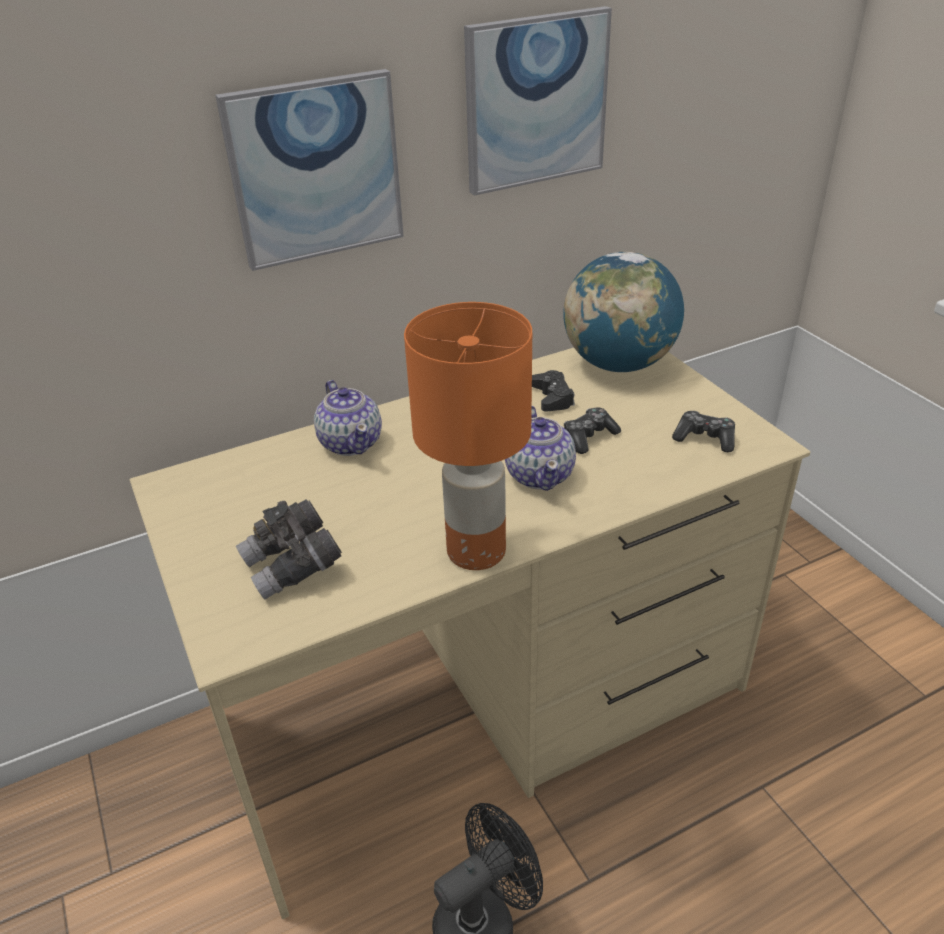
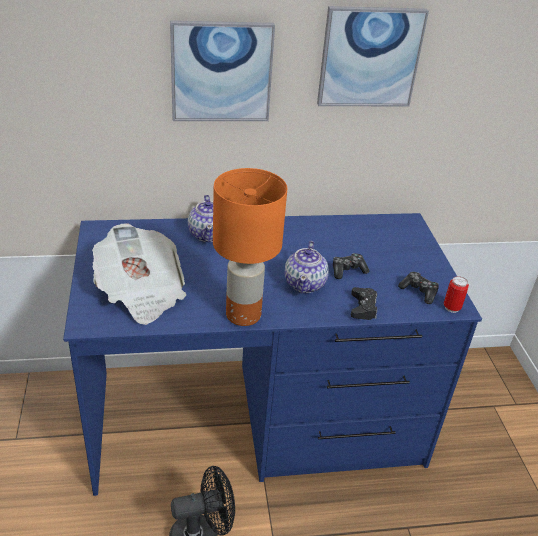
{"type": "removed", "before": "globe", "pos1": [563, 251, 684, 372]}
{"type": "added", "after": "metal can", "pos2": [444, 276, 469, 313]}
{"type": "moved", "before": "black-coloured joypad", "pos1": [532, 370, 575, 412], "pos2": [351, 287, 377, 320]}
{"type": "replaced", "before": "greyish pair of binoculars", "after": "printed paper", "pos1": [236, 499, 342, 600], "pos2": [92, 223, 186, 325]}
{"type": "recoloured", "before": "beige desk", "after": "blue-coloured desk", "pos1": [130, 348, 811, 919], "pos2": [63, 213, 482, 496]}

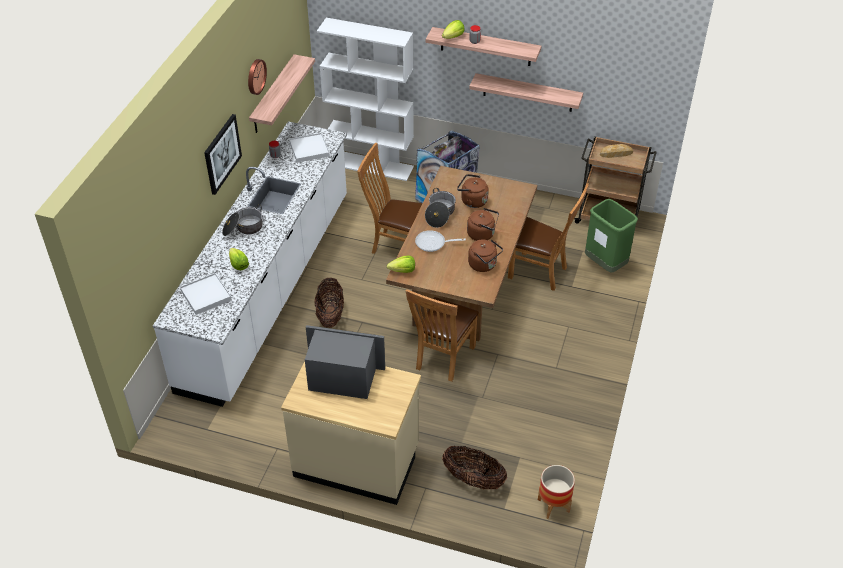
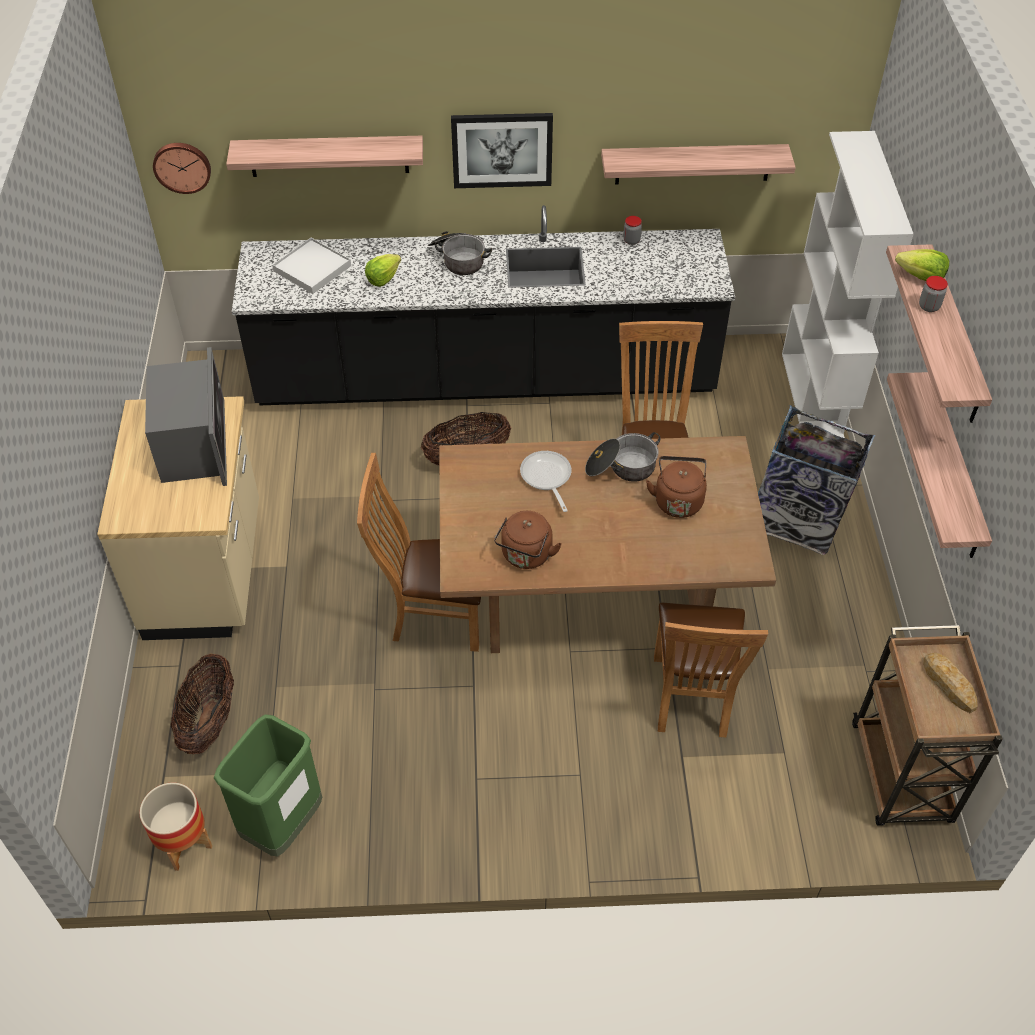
{"type": "removed", "before": "white tray", "pos1": [289, 133, 330, 163]}
{"type": "removed", "before": "lettuce", "pos1": [387, 255, 415, 273]}
{"type": "removed", "before": "brown water kettle", "pos1": [467, 208, 499, 241]}
{"type": "added", "after": "wall shelf", "pos2": [226, 136, 423, 177]}
{"type": "moved", "before": "hanging clock", "pos1": [248, 59, 267, 95], "pos2": [153, 143, 211, 194]}
{"type": "moved", "before": "greenish trash can", "pos1": [585, 199, 638, 273], "pos2": [214, 714, 322, 856]}
{"type": "recoloured", "before": "white kitchen base unit", "after": "black-coloured kitchen base unit", "pos1": [153, 121, 347, 407], "pos2": [232, 205, 735, 405]}

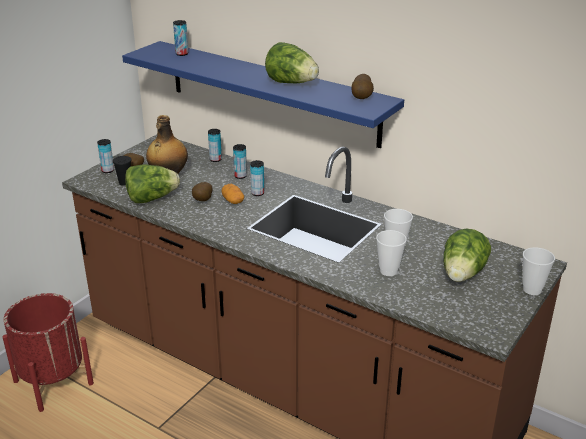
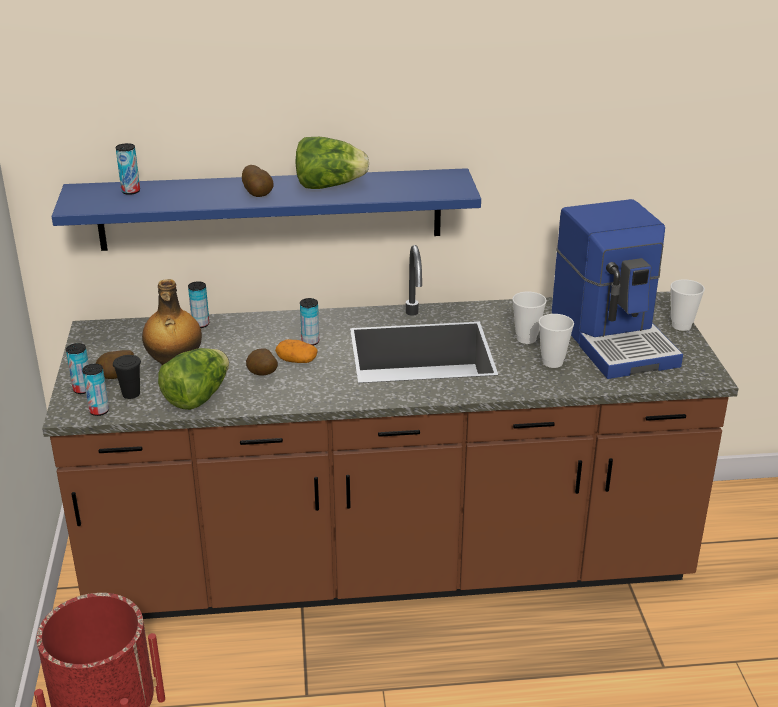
{"type": "moved", "before": "metal can", "pos1": [233, 144, 247, 179], "pos2": [82, 364, 109, 416]}
{"type": "moved", "before": "potato", "pos1": [351, 74, 374, 99], "pos2": [242, 165, 274, 197]}
{"type": "replaced", "before": "lettuce", "after": "coffee machine", "pos1": [443, 229, 491, 282], "pos2": [552, 199, 683, 379]}

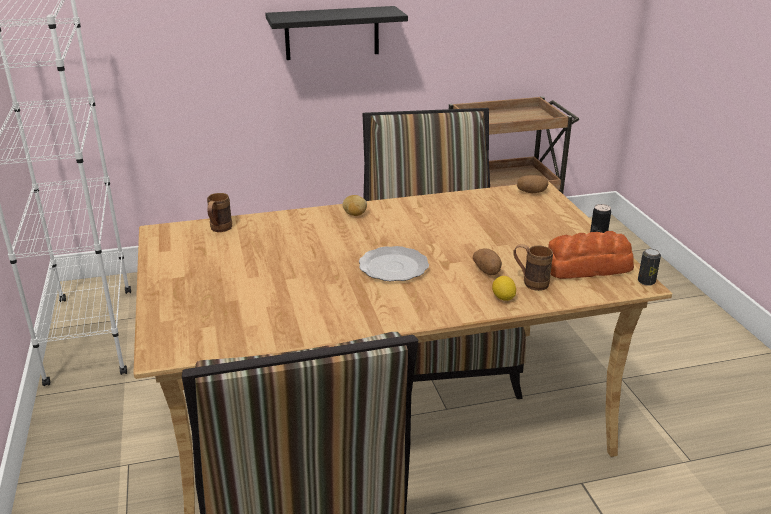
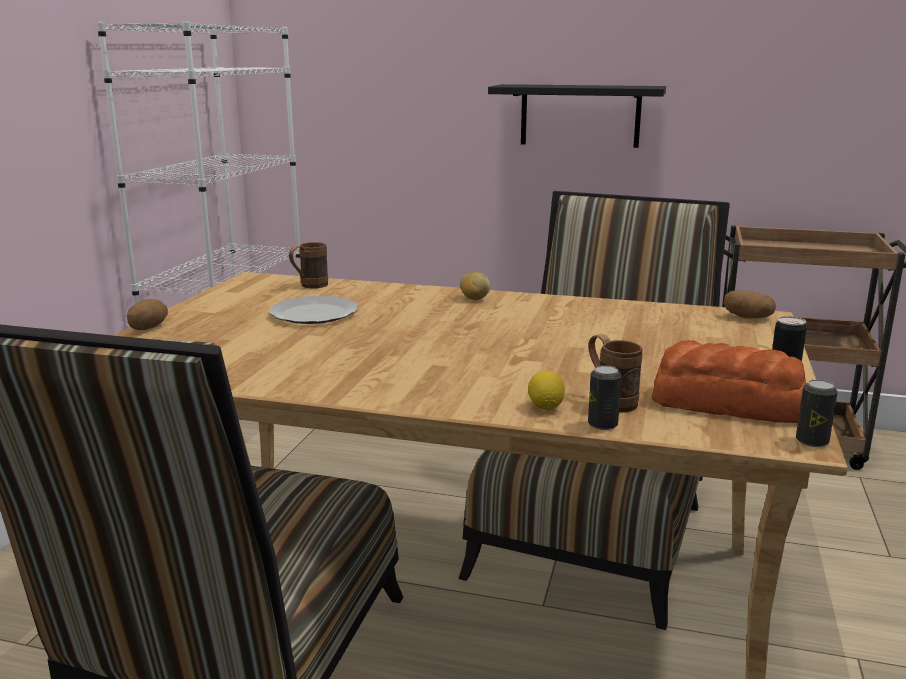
{"type": "added", "after": "metal can", "pos2": [588, 365, 622, 430]}
{"type": "moved", "before": "plate", "pos1": [359, 246, 429, 281], "pos2": [269, 296, 358, 324]}
{"type": "moved", "before": "potato", "pos1": [473, 248, 502, 275], "pos2": [127, 299, 168, 330]}

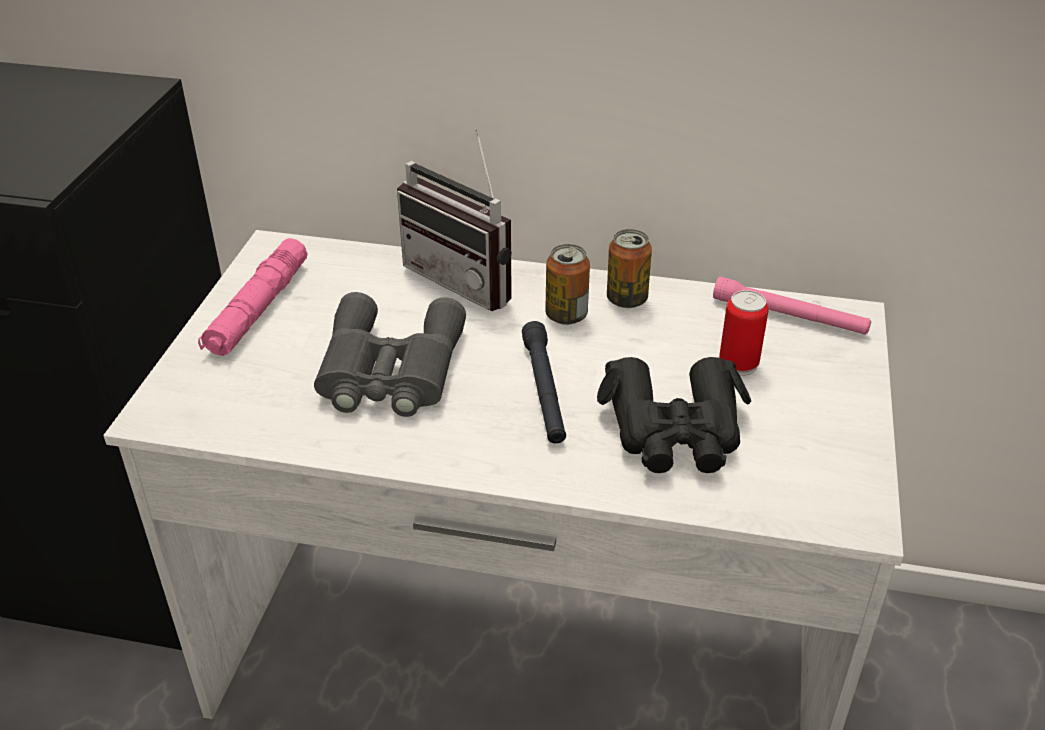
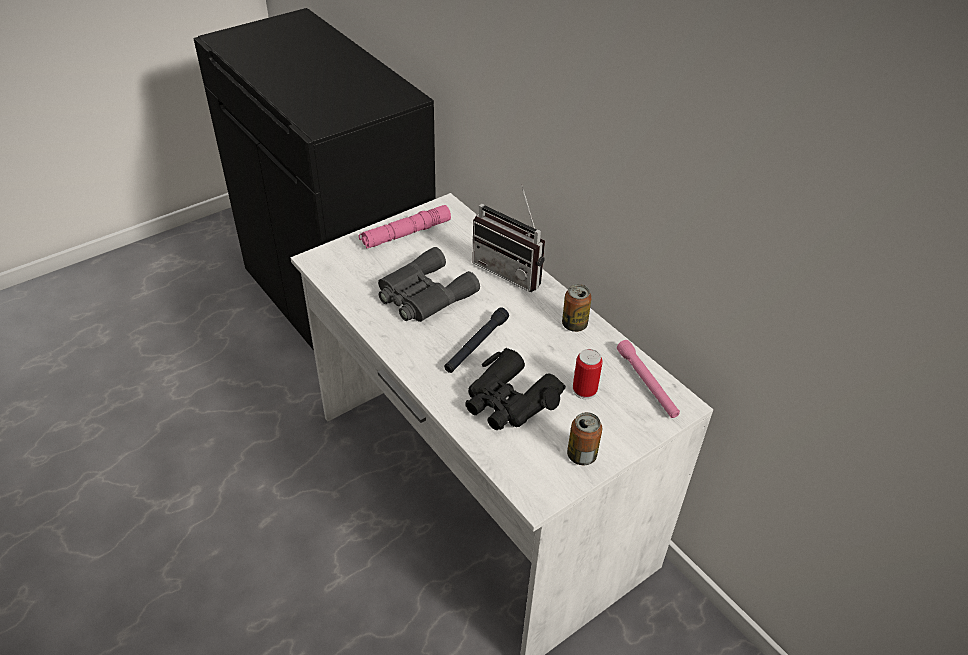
{"type": "moved", "before": "metal can", "pos1": [545, 244, 590, 325], "pos2": [567, 412, 602, 465]}
{"type": "turned", "before": "radio", "pos1": [397, 128, 512, 311], "pos2": [472, 185, 545, 292], "turn": -45}

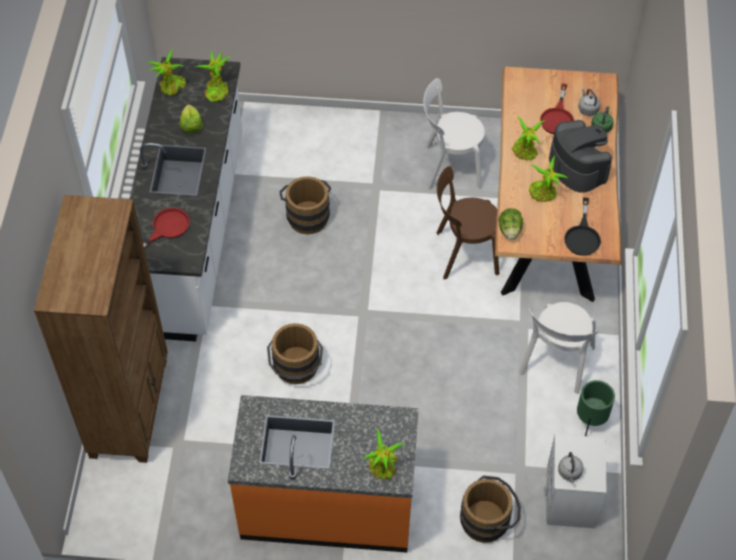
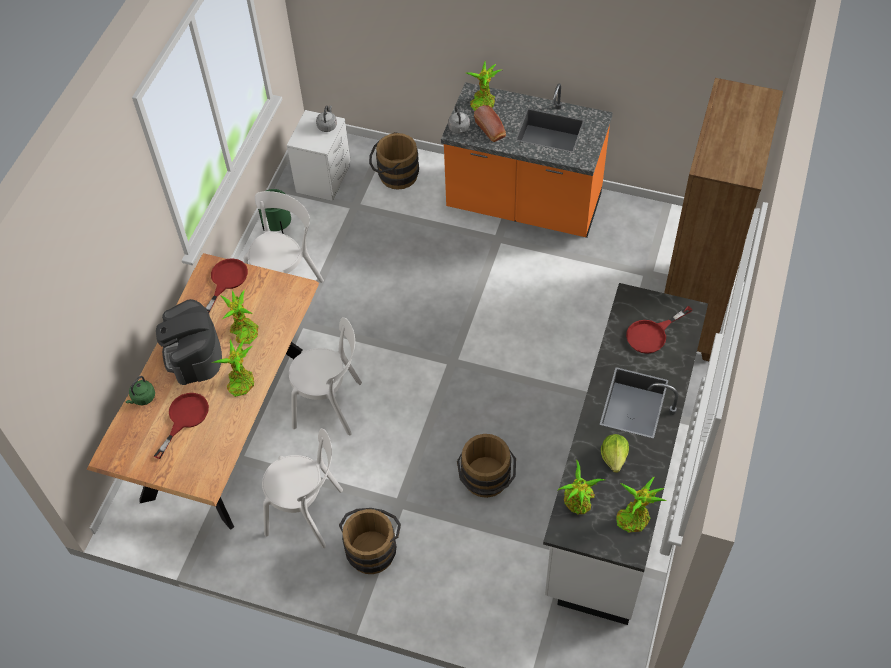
{"type": "removed", "before": "lettuce", "pos1": [499, 208, 523, 240]}
{"type": "added", "after": "baked bread", "pos2": [474, 105, 506, 142]}
{"type": "moved", "before": "brown water bucket", "pos1": [267, 323, 323, 384], "pos2": [339, 508, 401, 574]}
{"type": "moved", "before": "greyish water kettle", "pos1": [578, 89, 600, 116], "pos2": [448, 106, 470, 134]}
{"type": "recoloured", "before": "brown plain chair", "after": "white plain chair", "pos1": [436, 166, 499, 280], "pos2": [289, 317, 362, 436]}
{"type": "recoloured", "before": "black-coloured skillet", "after": "red-coloured skillet", "pos1": [564, 198, 601, 256], "pos2": [206, 258, 248, 313]}

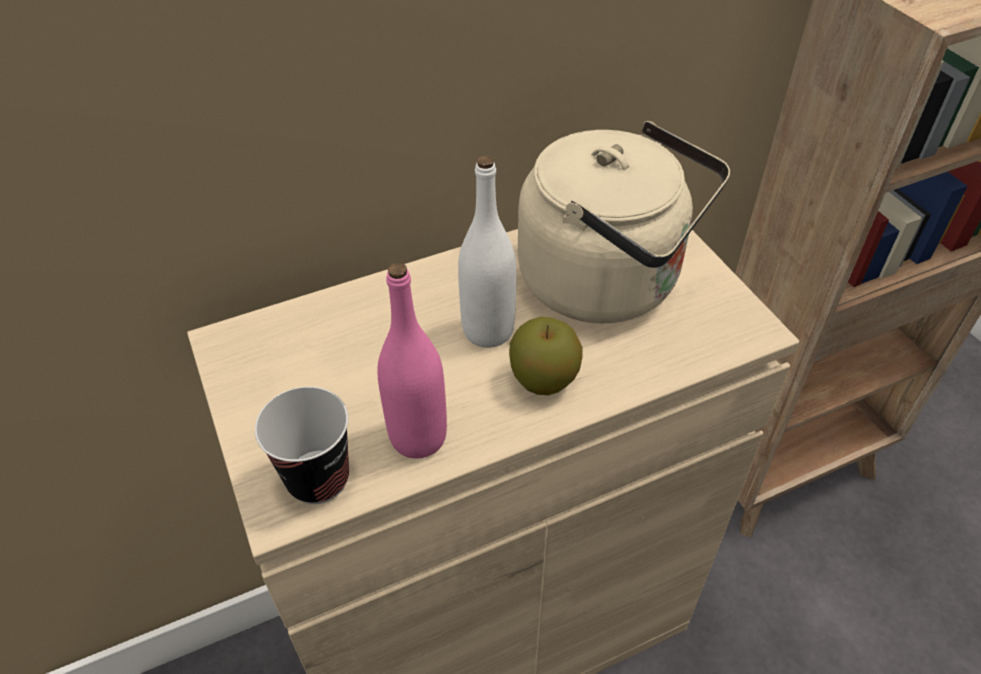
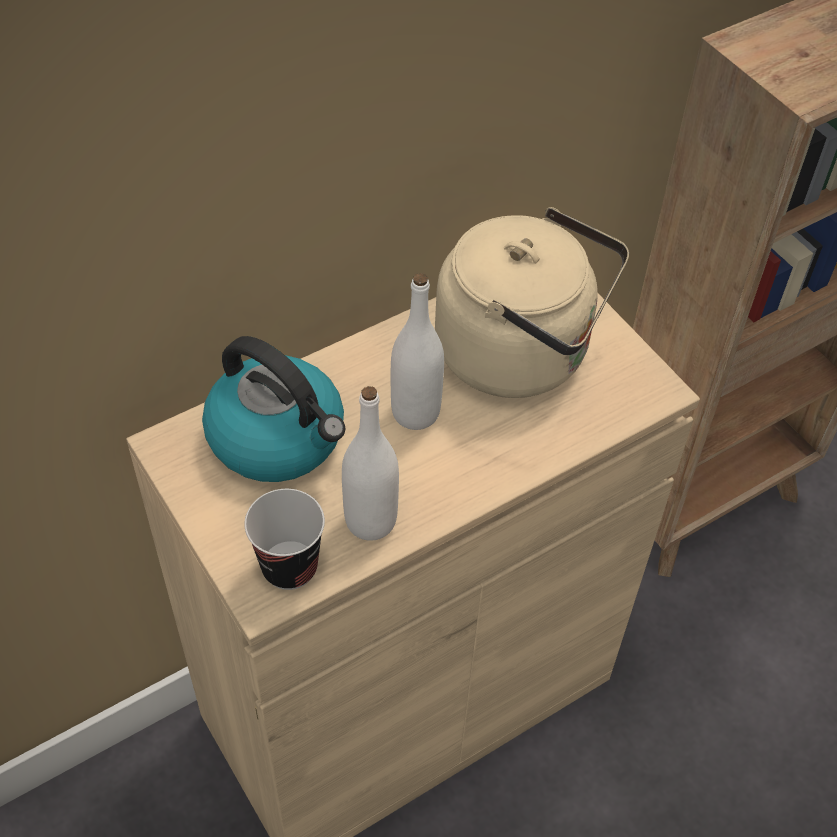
{"type": "removed", "before": "whole apple", "pos1": [509, 317, 583, 395]}
{"type": "added", "after": "water kettle", "pos2": [202, 336, 345, 482]}
{"type": "recoloured", "before": "pink-coloured beverage bottle", "after": "white beverage bottle", "pos1": [377, 263, 447, 459], "pos2": [342, 386, 399, 541]}

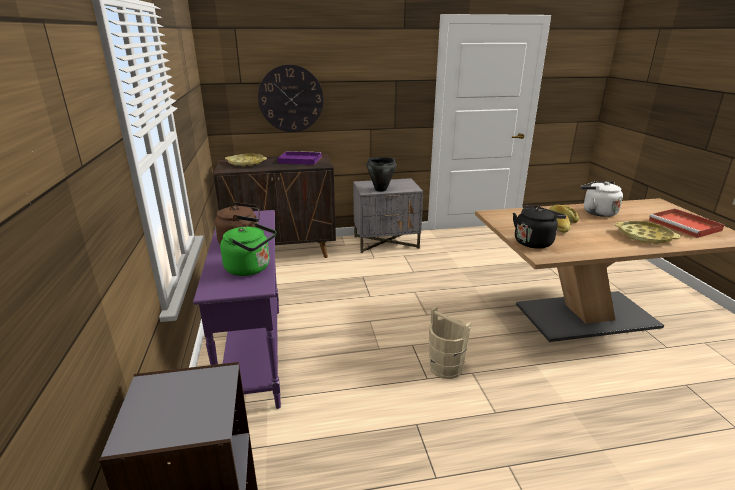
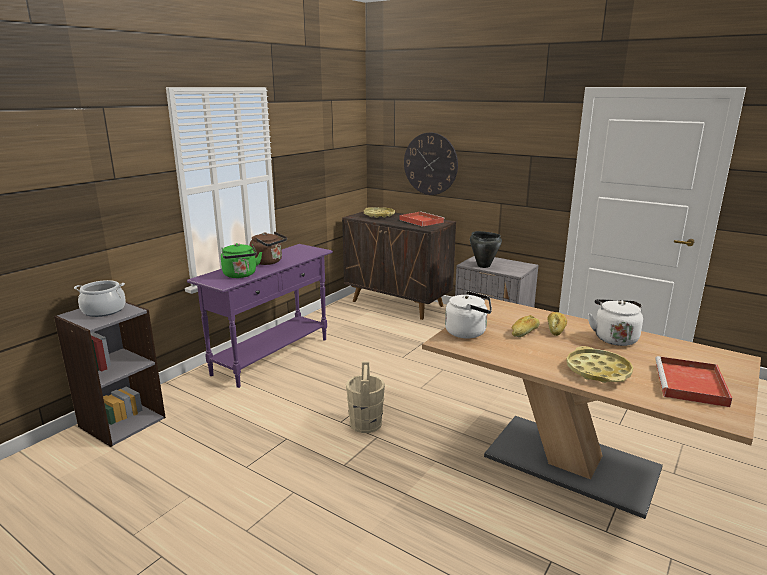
{"type": "added", "after": "stockpot", "pos2": [74, 280, 126, 317]}
{"type": "recoloured", "before": "purple tray", "after": "red-coloured tray", "pos1": [277, 151, 322, 165], "pos2": [399, 211, 445, 227]}
{"type": "recoloured", "before": "black-coloured water kettle", "after": "white water kettle", "pos1": [513, 205, 566, 249], "pos2": [445, 291, 492, 338]}

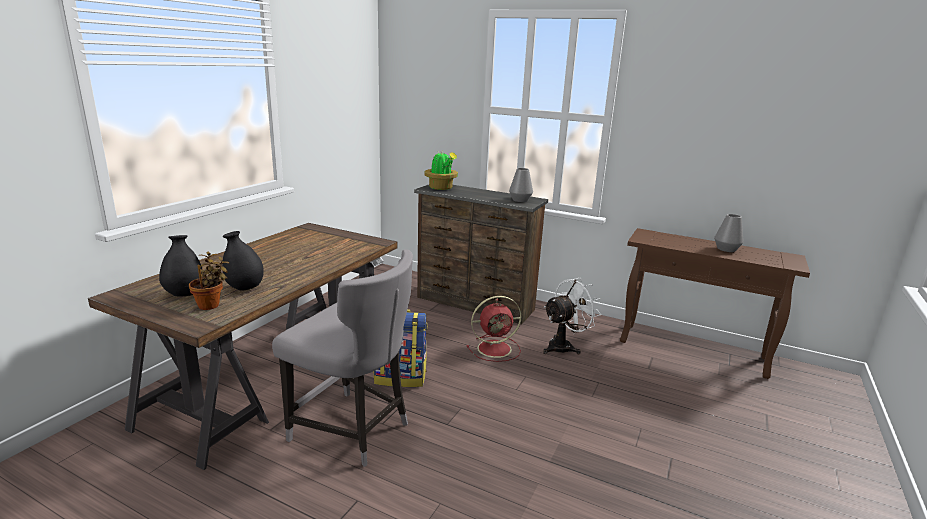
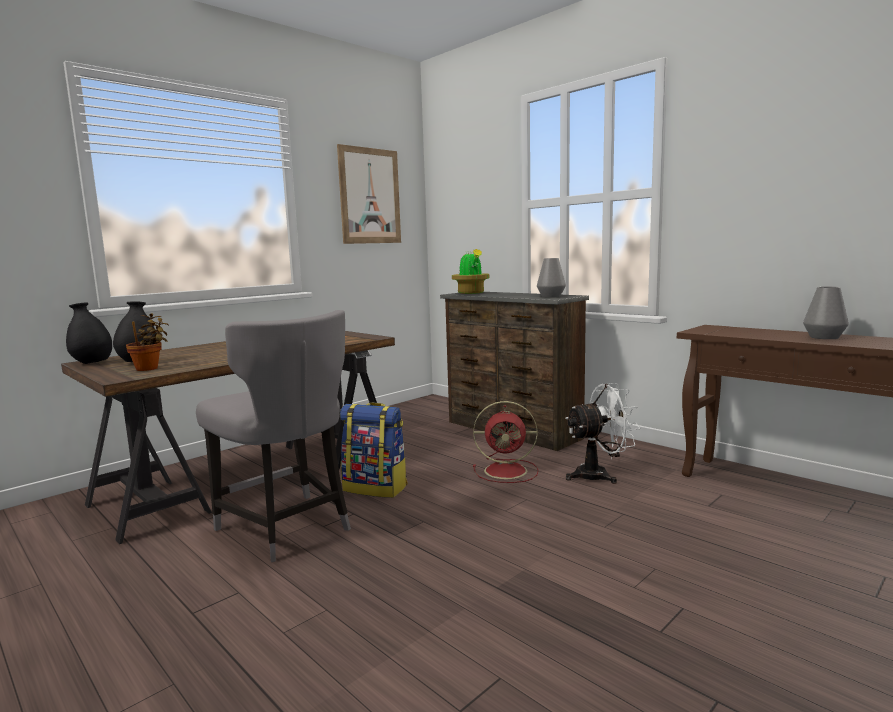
{"type": "added", "after": "picture", "pos2": [337, 144, 401, 244]}
{"type": "moved", "before": "black-coloured flower vase", "pos1": [222, 231, 264, 291], "pos2": [66, 302, 112, 364]}

